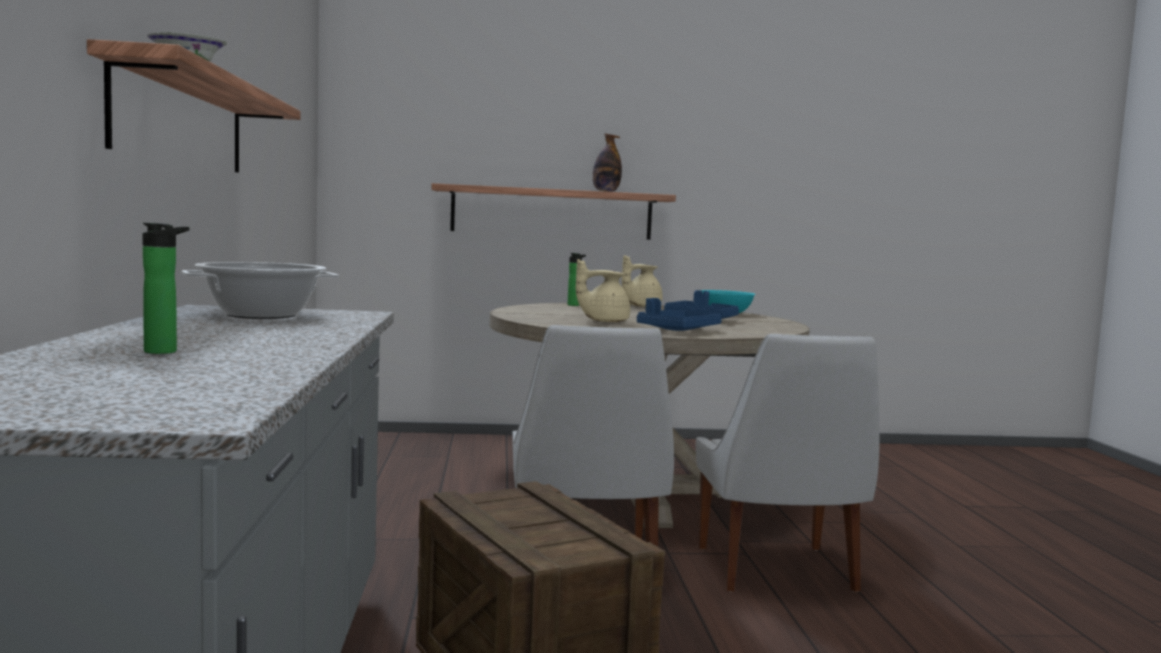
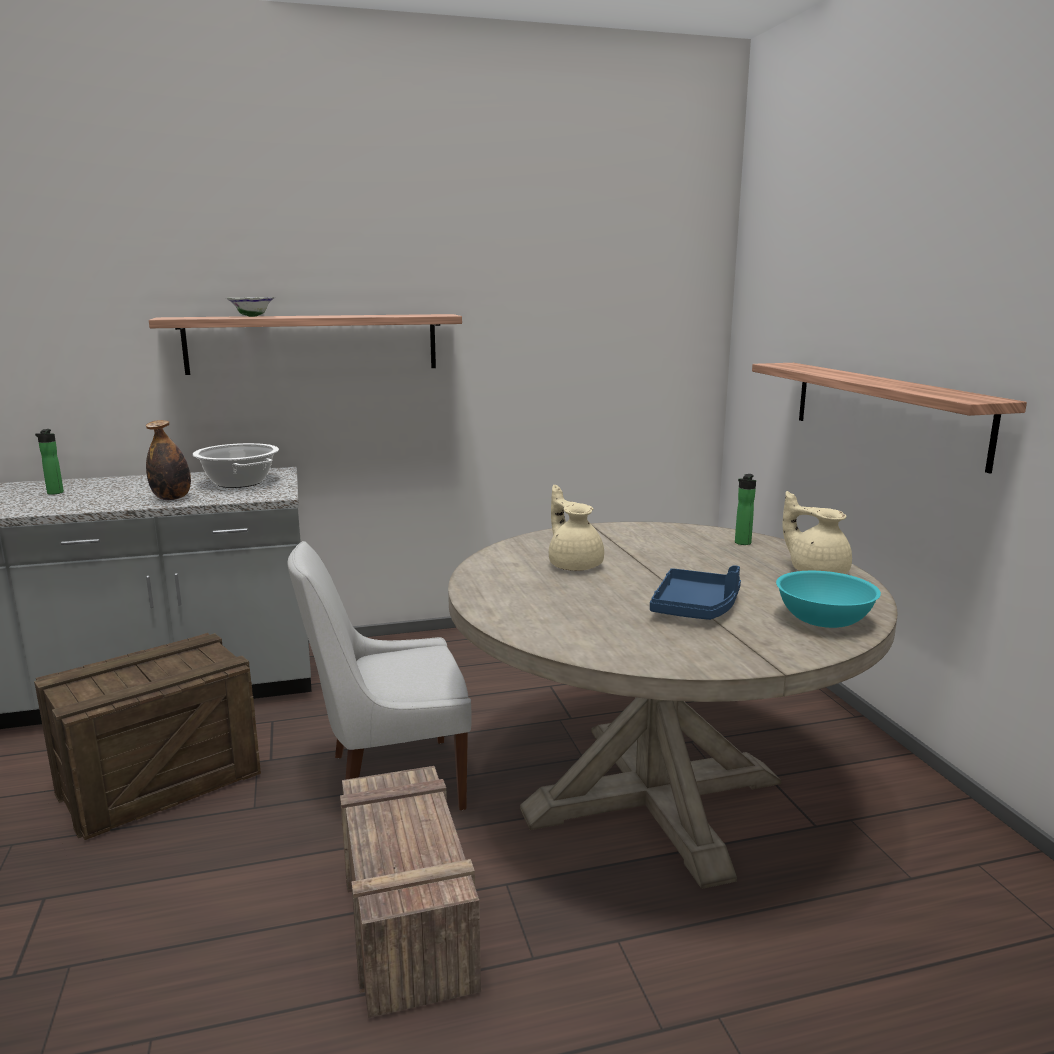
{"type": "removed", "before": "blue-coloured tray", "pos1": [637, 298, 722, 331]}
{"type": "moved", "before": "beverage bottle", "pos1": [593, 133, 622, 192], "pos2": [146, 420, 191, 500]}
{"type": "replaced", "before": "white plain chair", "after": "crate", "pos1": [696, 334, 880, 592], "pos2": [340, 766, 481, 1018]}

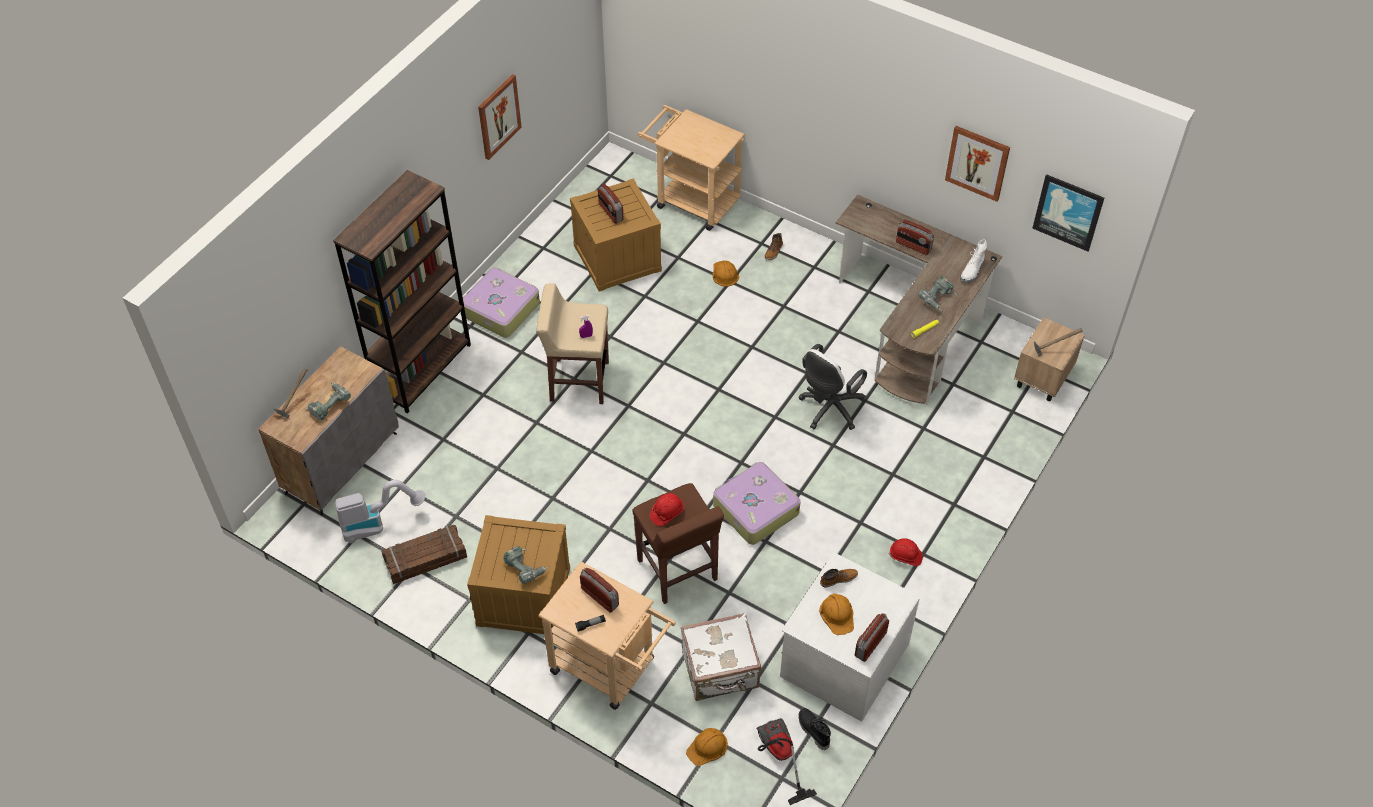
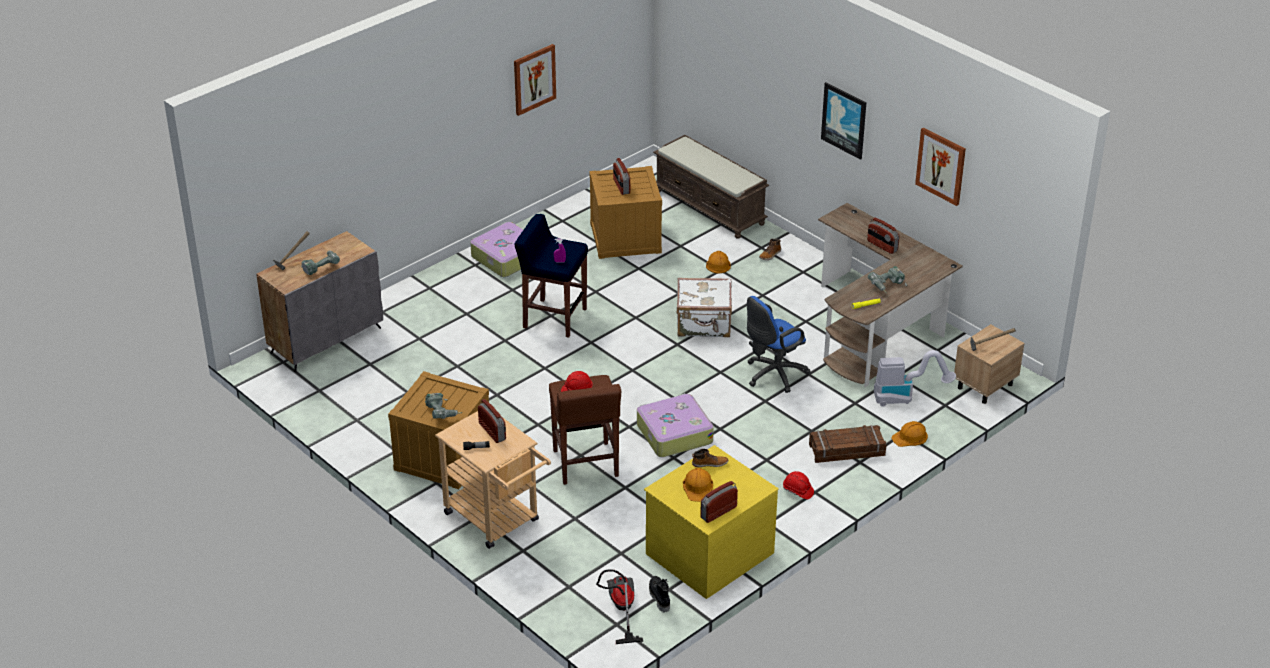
{"type": "removed", "before": "brown bookshelf", "pos1": [333, 170, 471, 414]}
{"type": "removed", "before": "white tall boot", "pos1": [960, 239, 987, 284]}
{"type": "moved", "before": "vacuum cleaner", "pos1": [335, 480, 425, 543], "pos2": [874, 350, 956, 406]}
{"type": "moved", "before": "crate", "pos1": [381, 525, 467, 584], "pos2": [809, 425, 887, 463]}
{"type": "moved", "before": "white suitcase", "pos1": [681, 613, 761, 701], "pos2": [677, 278, 732, 337]}
{"type": "moved", "before": "orangey safety helmet", "pos1": [686, 728, 728, 766], "pos2": [891, 421, 928, 447]}
{"type": "moved", "before": "picture", "pos1": [1032, 174, 1104, 251], "pos2": [821, 82, 866, 160]}
{"type": "replaced", "before": "beige wheeled cart", "after": "brown long seat", "pos1": [637, 105, 745, 231], "pos2": [653, 135, 769, 239]}
{"type": "recoloured", "before": "beige stool seat", "after": "blue-coloured stool seat", "pos1": [536, 283, 609, 404], "pos2": [514, 214, 588, 337]}
{"type": "recoloured", "before": "white chest of drawers", "after": "yellow-coloured chest of drawers", "pos1": [780, 552, 920, 721], "pos2": [644, 445, 779, 599]}
{"type": "recoloured", "before": "white desk chair", "after": "blue-coloured desk chair", "pos1": [799, 344, 867, 430], "pos2": [747, 296, 811, 393]}

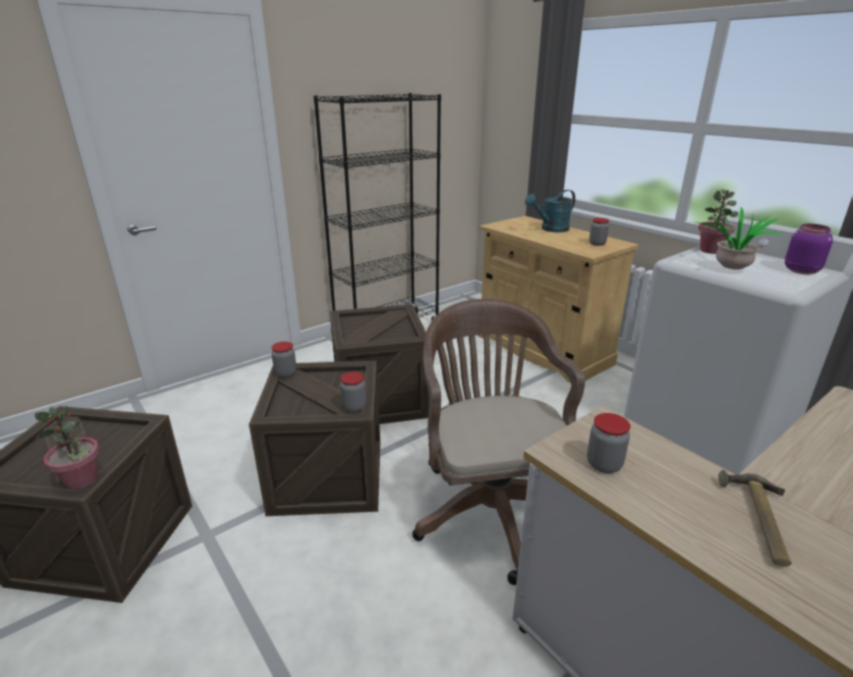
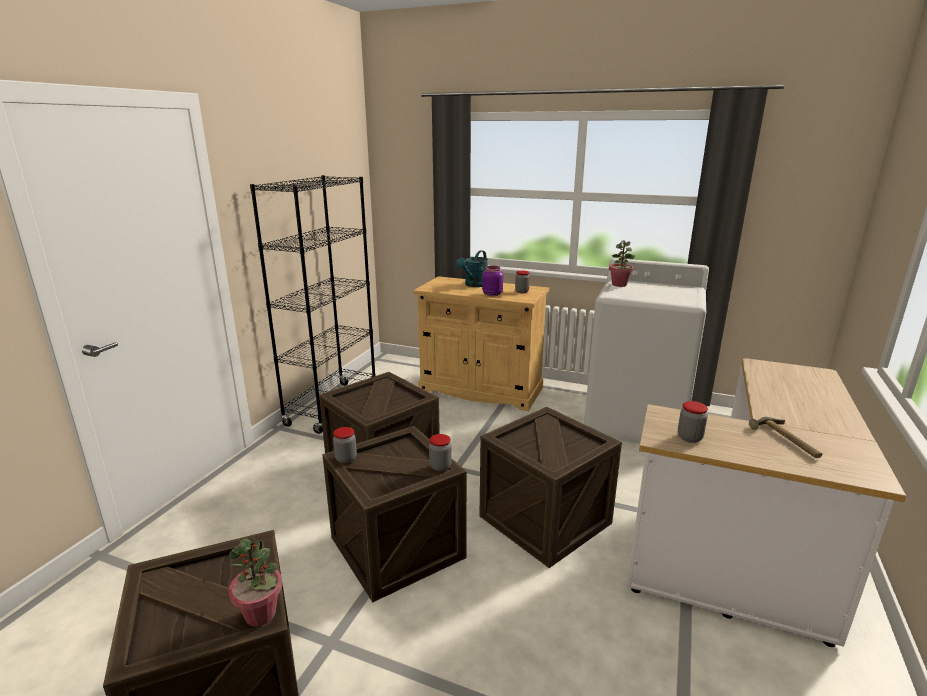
{"type": "removed", "before": "potted plant", "pos1": [700, 207, 783, 269]}
{"type": "moved", "before": "purple preserve jar", "pos1": [785, 224, 833, 274], "pos2": [482, 266, 503, 296]}
{"type": "replaced", "before": "brown desk chair", "after": "crate", "pos1": [412, 299, 585, 585], "pos2": [479, 407, 622, 568]}

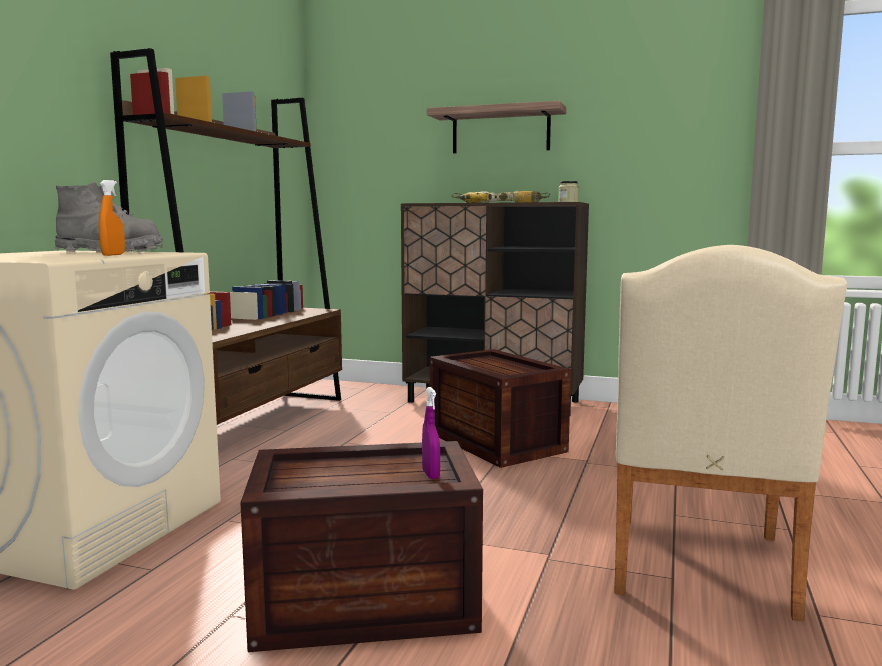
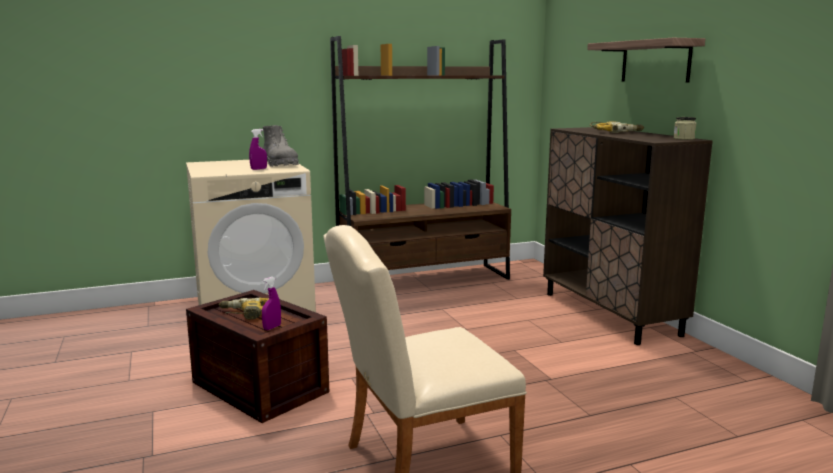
{"type": "removed", "before": "crate", "pos1": [430, 349, 571, 468]}
{"type": "moved", "before": "electric drill", "pos1": [499, 191, 550, 202], "pos2": [219, 297, 268, 320]}
{"type": "recoloured", "before": "orangey spray bottle", "after": "purple spray bottle", "pos1": [99, 180, 125, 256], "pos2": [249, 129, 267, 170]}

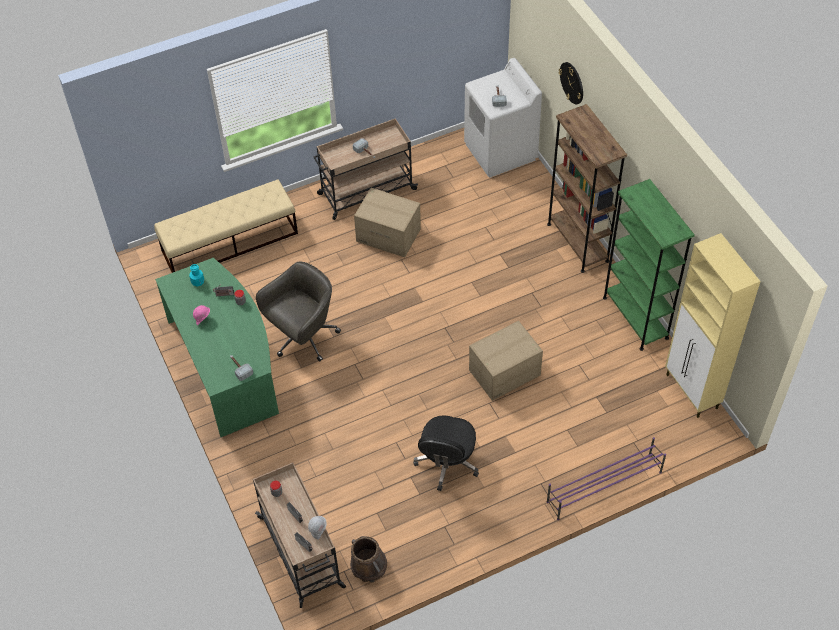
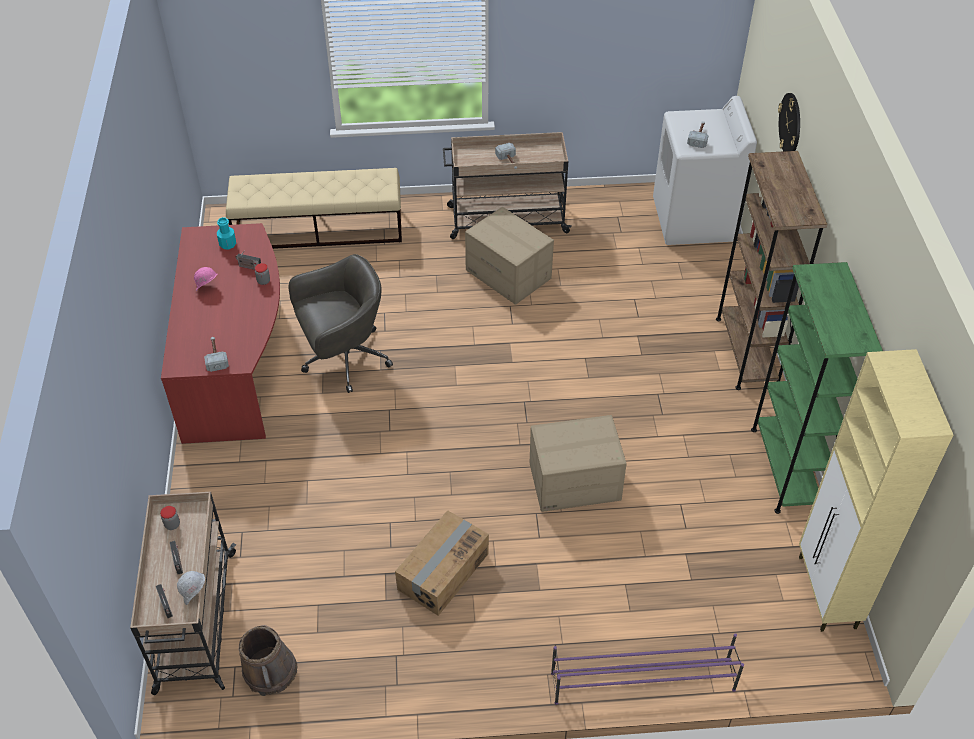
{"type": "replaced", "before": "black-coloured desk chair", "after": "carton", "pos1": [413, 415, 479, 491], "pos2": [395, 510, 489, 616]}
{"type": "recoloured", "before": "greenish desk", "after": "red-coloured desk", "pos1": [155, 258, 279, 437], "pos2": [161, 223, 280, 444]}

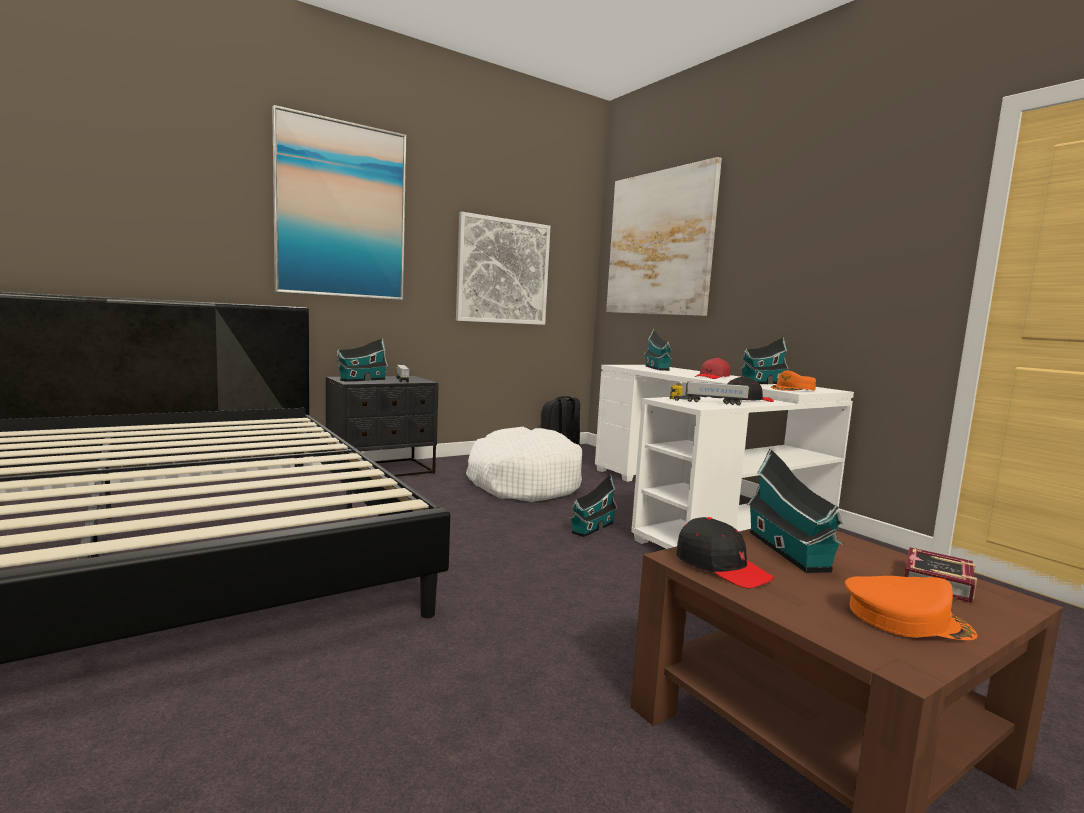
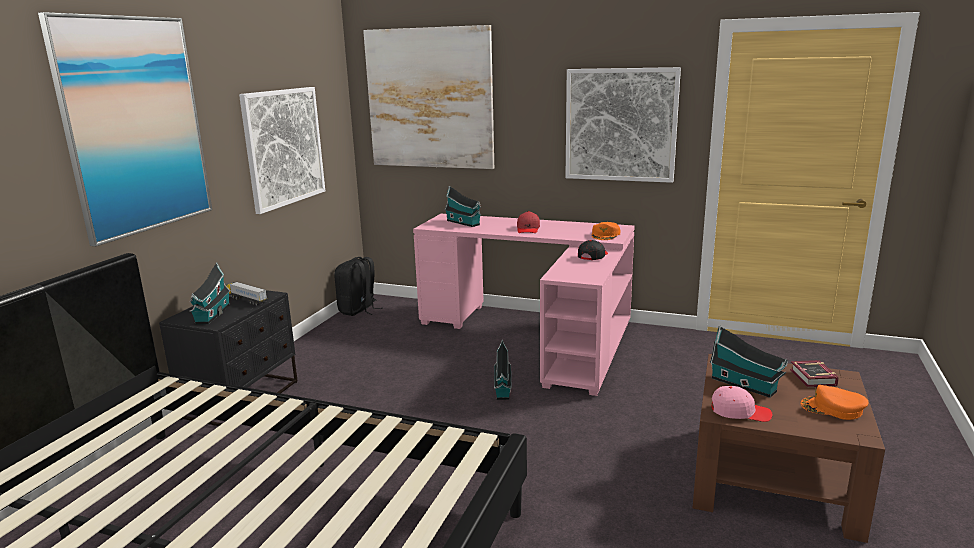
{"type": "removed", "before": "white pet bed", "pos1": [466, 427, 582, 502]}
{"type": "removed", "before": "toy lorry", "pos1": [670, 381, 749, 405]}
{"type": "removed", "before": "toy house", "pos1": [740, 337, 789, 384]}
{"type": "added", "after": "picture", "pos2": [565, 67, 681, 183]}
{"type": "recoloured", "before": "white desk", "after": "pink-coloured desk", "pos1": [595, 365, 854, 549], "pos2": [413, 214, 635, 396]}
{"type": "recoloured", "before": "black-coloured peaked cap", "after": "pink-coloured peaked cap", "pos1": [676, 517, 774, 588], "pos2": [711, 386, 773, 422]}
{"type": "turned", "before": "orangey peaked cap", "pos1": [845, 576, 977, 640], "pos2": [800, 385, 869, 420], "turn": -135}

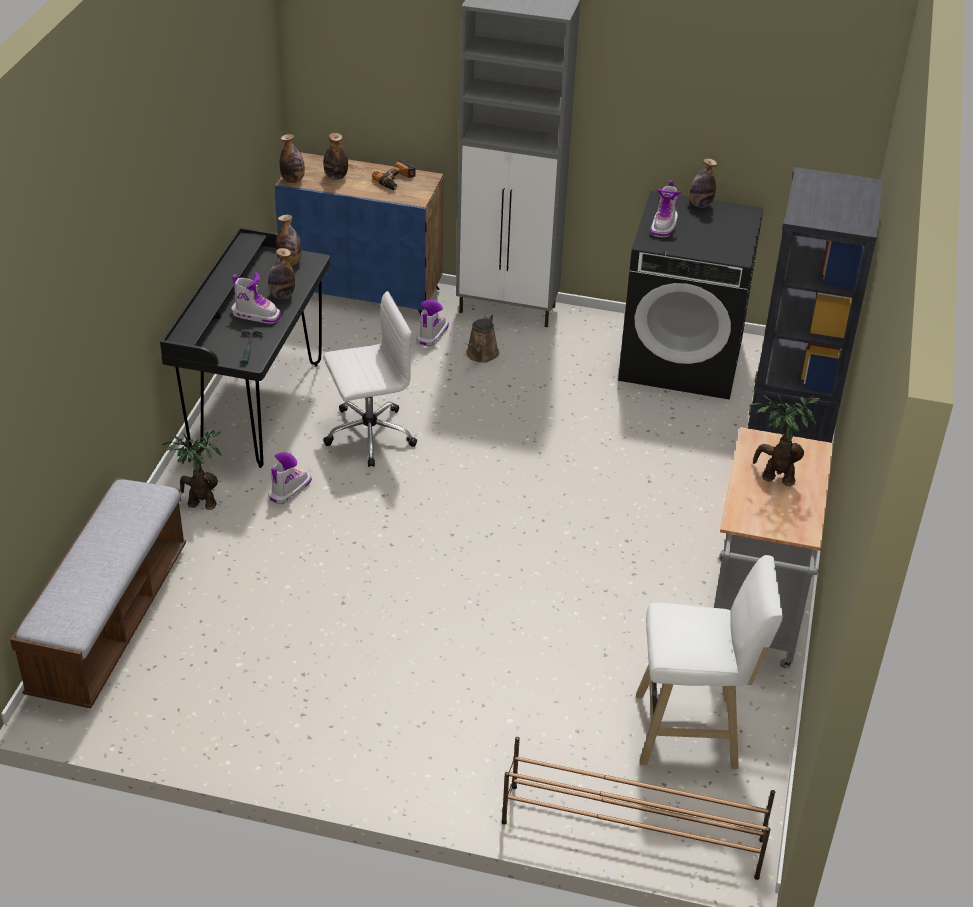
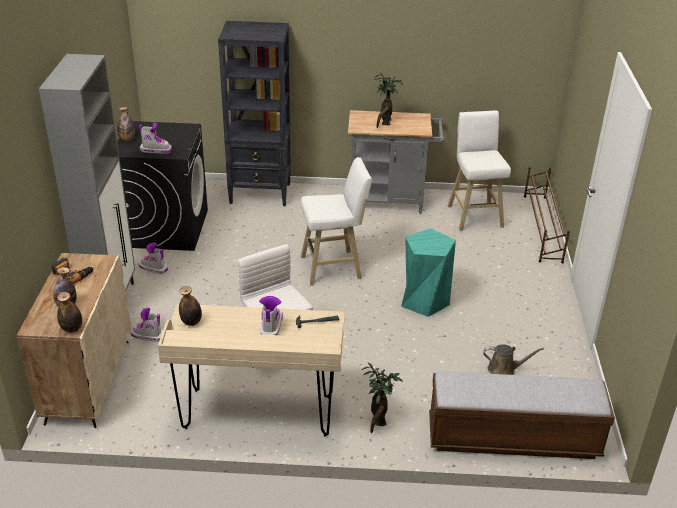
{"type": "removed", "before": "beverage bottle", "pos1": [268, 248, 295, 299]}
{"type": "added", "after": "white stool seat", "pos2": [300, 157, 372, 285]}
{"type": "added", "after": "turquoise stool seat", "pos2": [401, 228, 456, 317]}
{"type": "moved", "before": "tall boot", "pos1": [268, 453, 312, 504], "pos2": [138, 243, 168, 274]}
{"type": "moved", "before": "brown watering pot", "pos1": [466, 314, 499, 363], "pos2": [483, 344, 544, 375]}
{"type": "recoloured", "before": "black-coloured desk", "after": "beige desk", "pos1": [160, 227, 330, 468], "pos2": [158, 304, 345, 436]}
{"type": "recoloured", "before": "blue-coloured storage cabinet", "after": "beige storage cabinet", "pos1": [275, 152, 444, 316], "pos2": [17, 253, 131, 428]}

